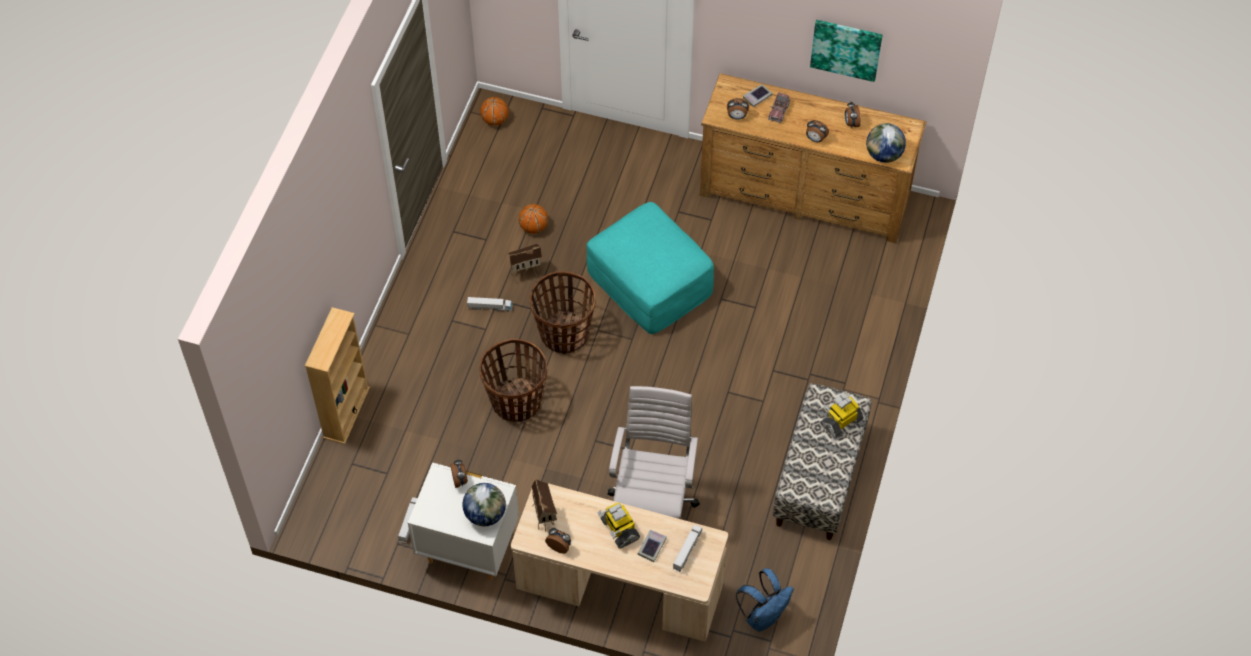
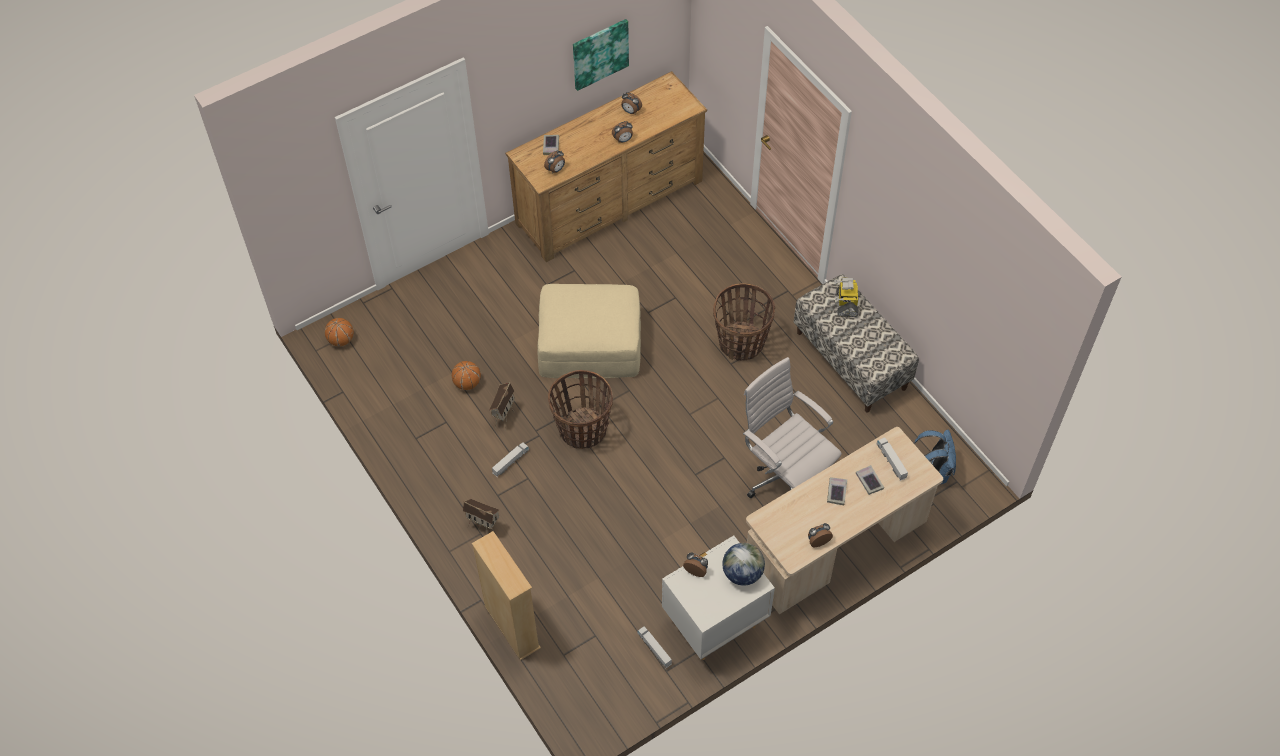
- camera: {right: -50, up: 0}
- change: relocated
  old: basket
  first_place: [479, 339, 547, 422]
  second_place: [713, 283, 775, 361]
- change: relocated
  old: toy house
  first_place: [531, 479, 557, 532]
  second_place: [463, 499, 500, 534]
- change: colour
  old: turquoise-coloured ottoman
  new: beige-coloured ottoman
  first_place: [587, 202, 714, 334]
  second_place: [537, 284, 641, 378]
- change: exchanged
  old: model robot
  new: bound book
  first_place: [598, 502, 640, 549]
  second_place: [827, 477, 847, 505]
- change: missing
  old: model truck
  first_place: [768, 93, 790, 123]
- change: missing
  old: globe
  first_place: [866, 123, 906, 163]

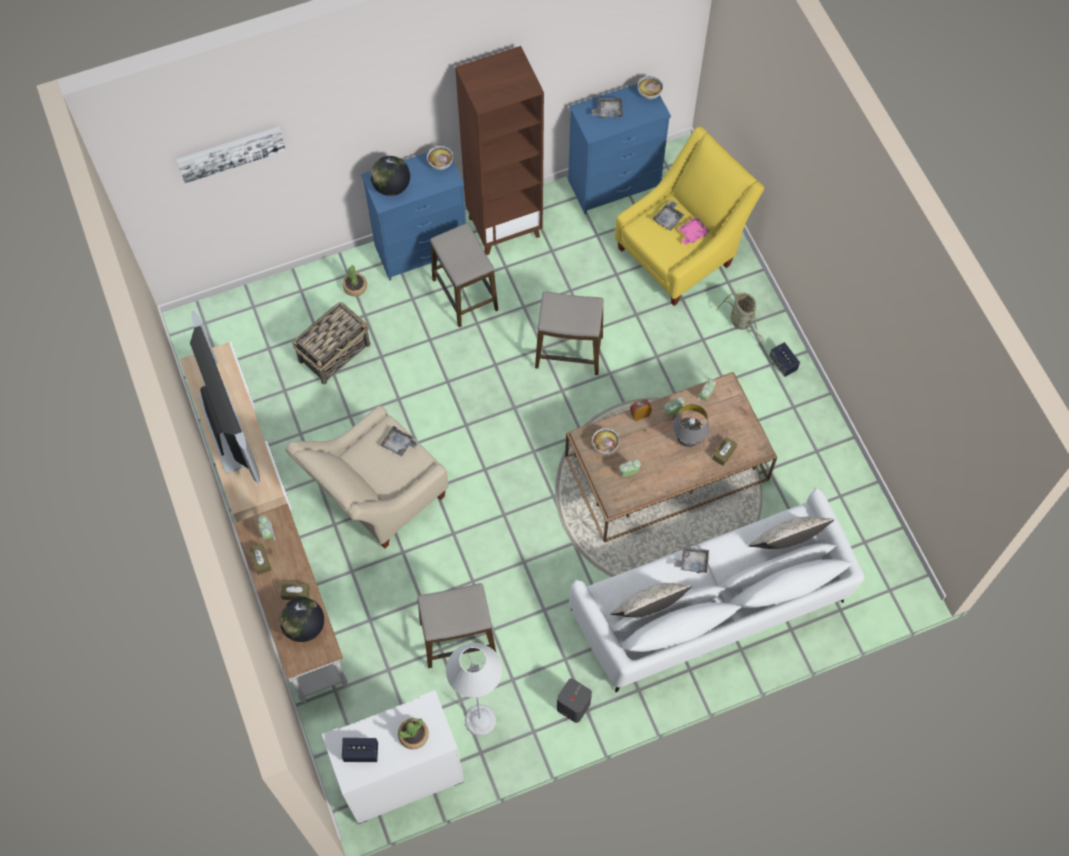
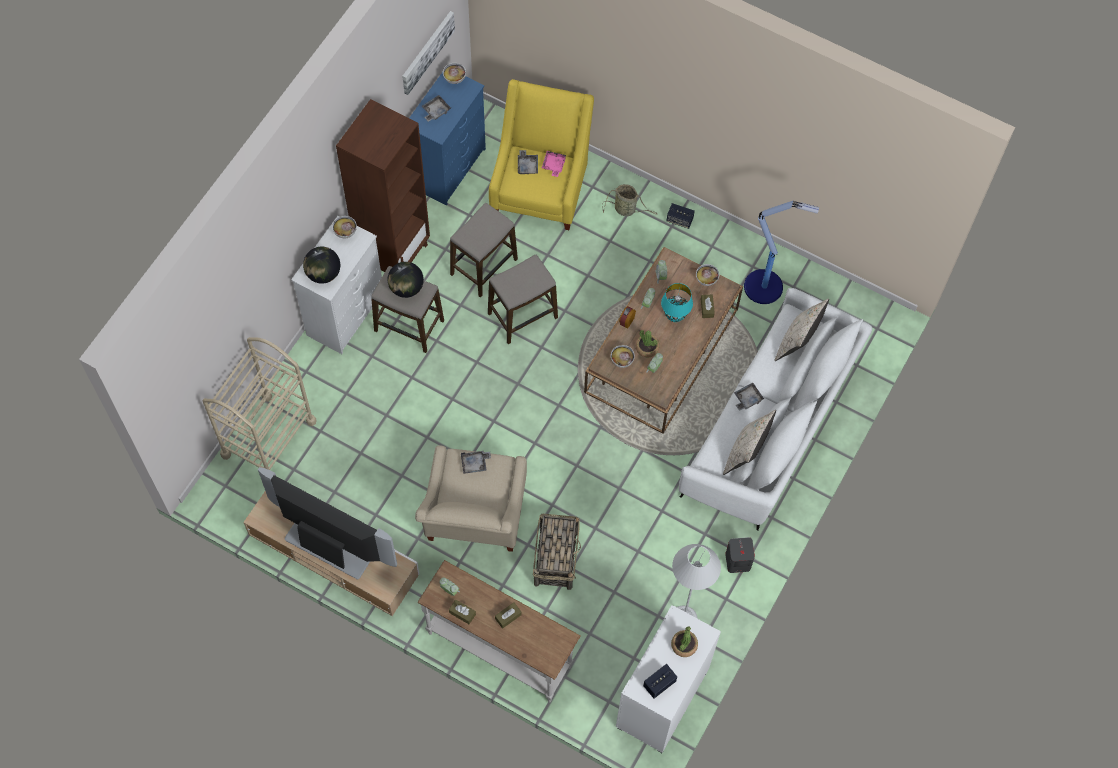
- camera: {right: -40, up: 0}
- change: relocated
  old: wall art
  first_place: [176, 126, 286, 183]
  second_place: [402, 11, 455, 95]
- change: relocated
  old: globe
  first_place: [279, 597, 324, 642]
  second_place: [388, 262, 424, 298]
- change: relocated
  old: basket
  first_place: [292, 302, 370, 385]
  second_place: [533, 514, 581, 590]
- change: relocated
  old: houseplant
  first_place: [343, 265, 367, 296]
  second_place: [636, 330, 659, 358]
- change: colour
  old: blue drawer chest
  new: whitish drawer chest
  first_place: [361, 146, 466, 281]
  second_place: [291, 216, 382, 354]
- change: relocated
  old: sitting stool
  first_place: [417, 583, 496, 668]
  second_place: [450, 203, 518, 298]
- change: colour
  old: greyish lamp for a table
  new: turquoise-coloured lamp for a table
  first_place: [673, 404, 709, 447]
  second_place: [661, 283, 693, 322]
- change: appeared
  new: beige-coloured cart
  second_place: [203, 337, 317, 470]
- change: appeared
  new: deep dish
  second_place: [696, 264, 719, 286]
- change: appeared
  new: floor lamp
  second_place: [744, 200, 819, 304]

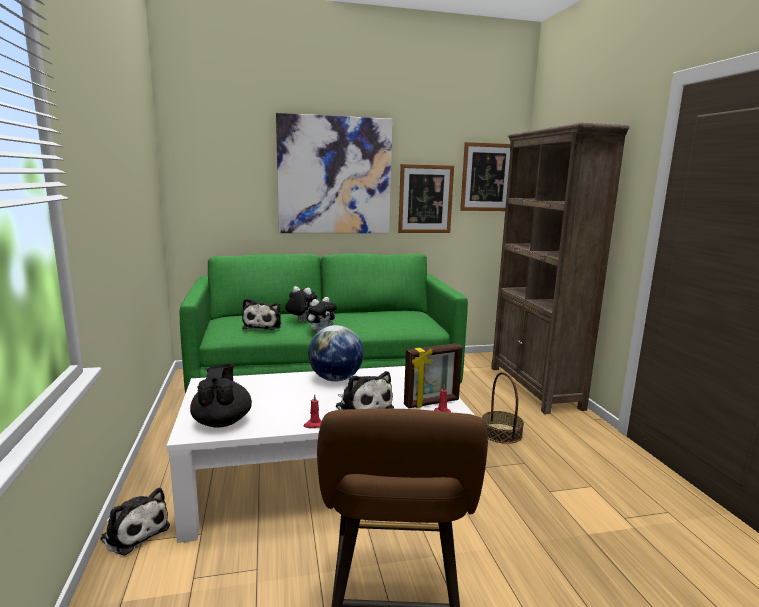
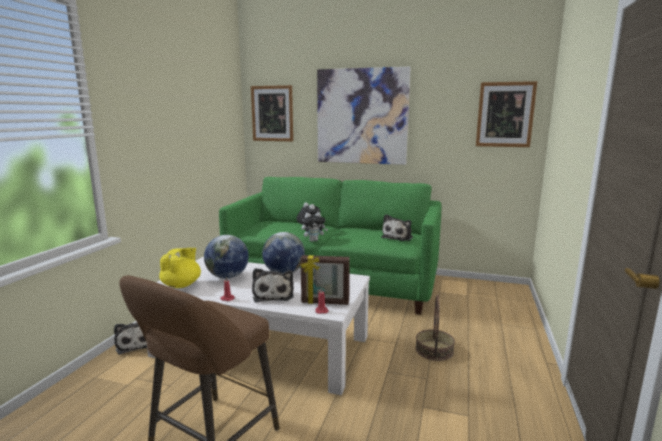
- camera: {right: 30, up: 0}
- change: colour
  old: blackish pot for tea
  new: yellowish pot for tea
  first_place: [190, 364, 252, 427]
  second_place: [159, 248, 201, 288]
- change: relocated
  old: soft toy
  first_place: [242, 298, 281, 330]
  second_place: [381, 214, 413, 241]
- change: relocated
  old: wall art
  first_place: [398, 164, 454, 233]
  second_place: [251, 85, 293, 142]
- change: missing
  old: brownish bookshelf
  first_place: [491, 123, 630, 414]
- change: appeared
  new: globe
  second_place: [204, 235, 249, 279]

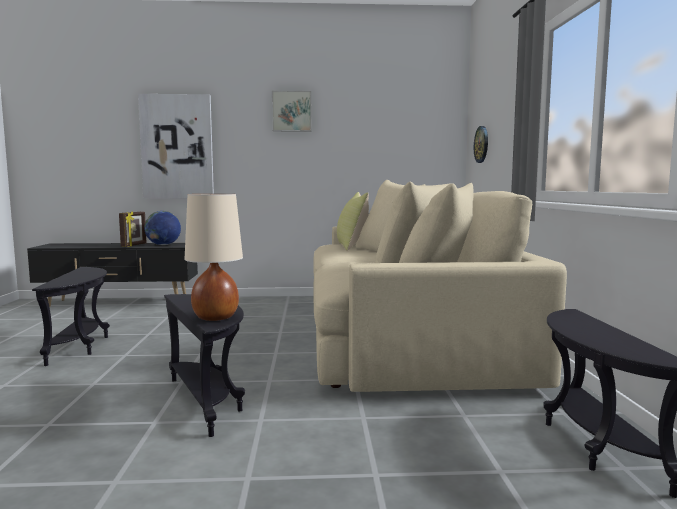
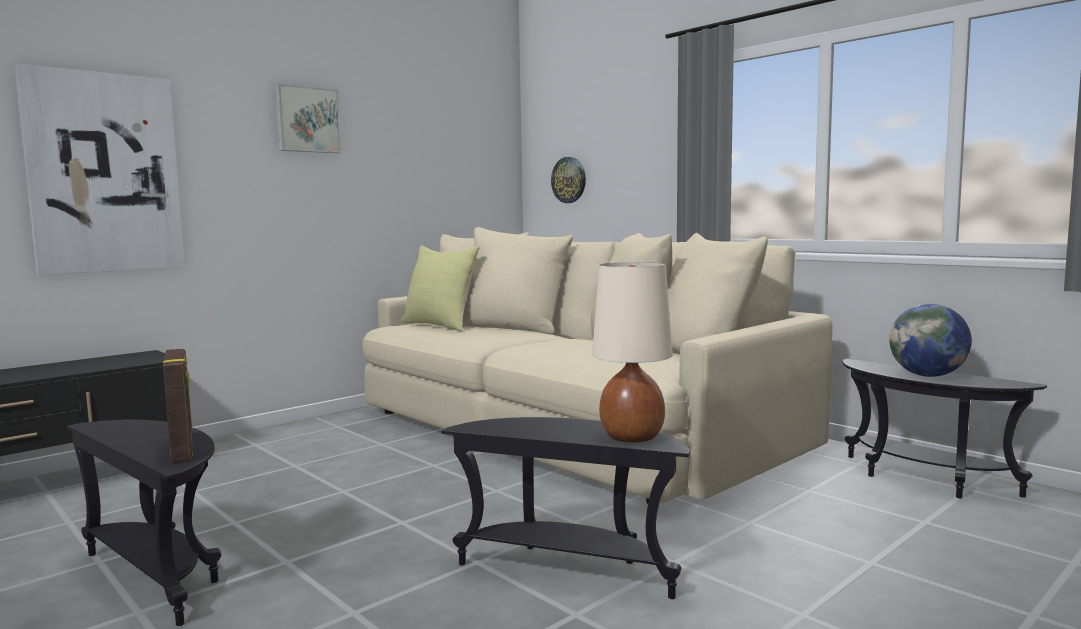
- camera: {right: -40, up: 0}
- change: relocated
  old: standing frame
  first_place: [119, 212, 147, 247]
  second_place: [163, 349, 193, 462]
- change: relocated
  old: globe
  first_place: [144, 211, 181, 245]
  second_place: [889, 304, 972, 377]

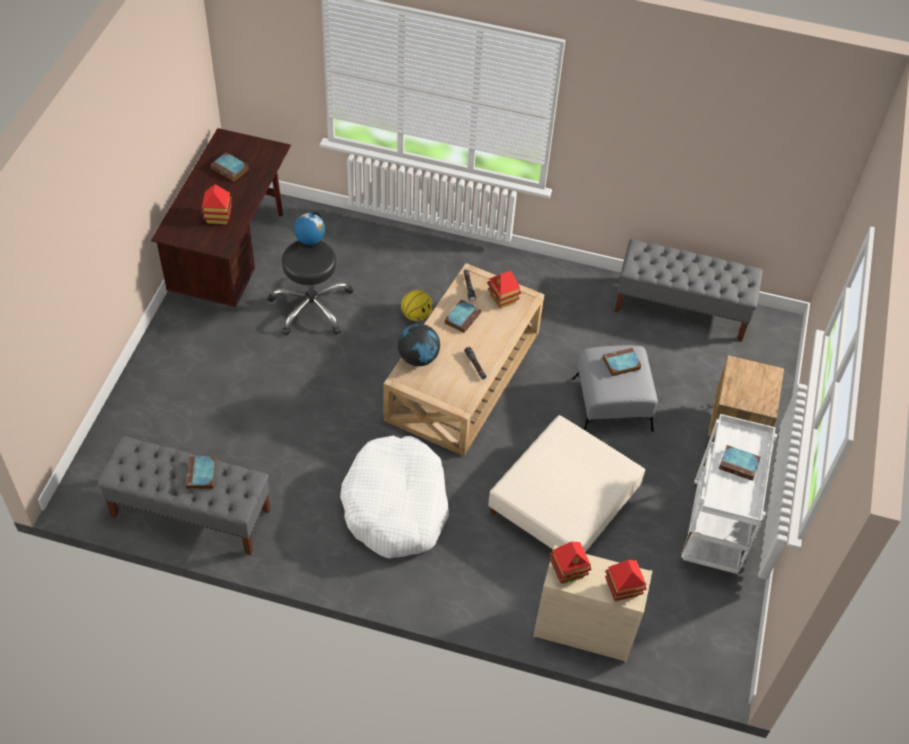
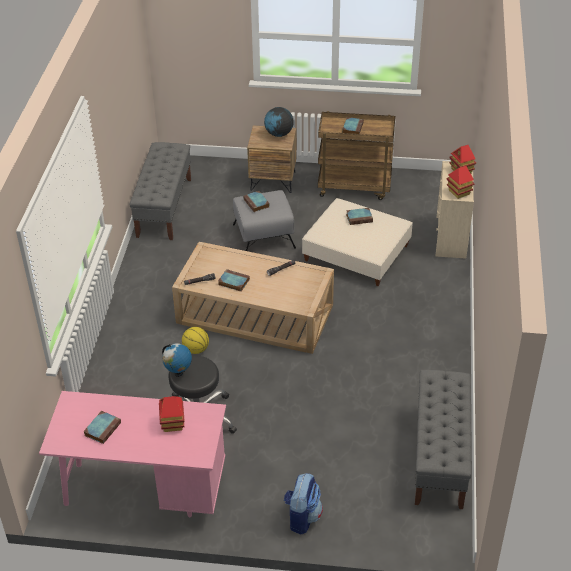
- camera: {right: -95, up: -10}
- change: colour
  old: brownish desk
  new: pinkish desk
  first_place: [151, 128, 291, 307]
  second_place: [39, 391, 226, 517]
- change: relocated
  old: bound book
  first_place: [186, 456, 216, 489]
  second_place: [346, 208, 373, 225]
- change: missing
  old: whitish pet bed
  first_place: [340, 436, 449, 559]
- change: relocated
  old: globe
  first_place: [398, 324, 440, 366]
  second_place: [264, 107, 294, 137]
- change: missing
  old: toy house
  first_place: [487, 270, 521, 309]
- change: colour
  old: whitish cart
  new: brownish cart
  first_place: [681, 414, 777, 574]
  second_place: [318, 111, 395, 200]
- change: appeared
  new: knapsack
  second_place: [284, 473, 323, 535]

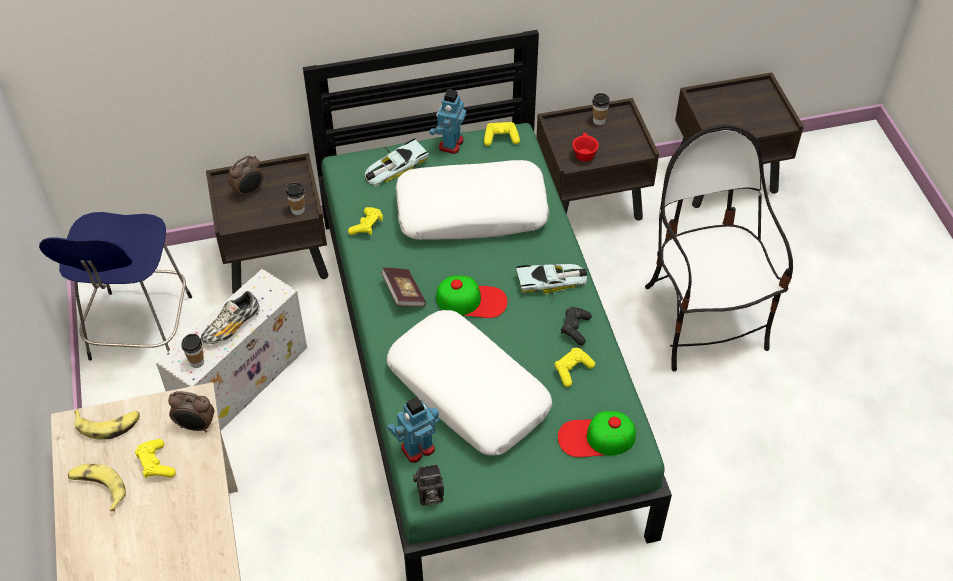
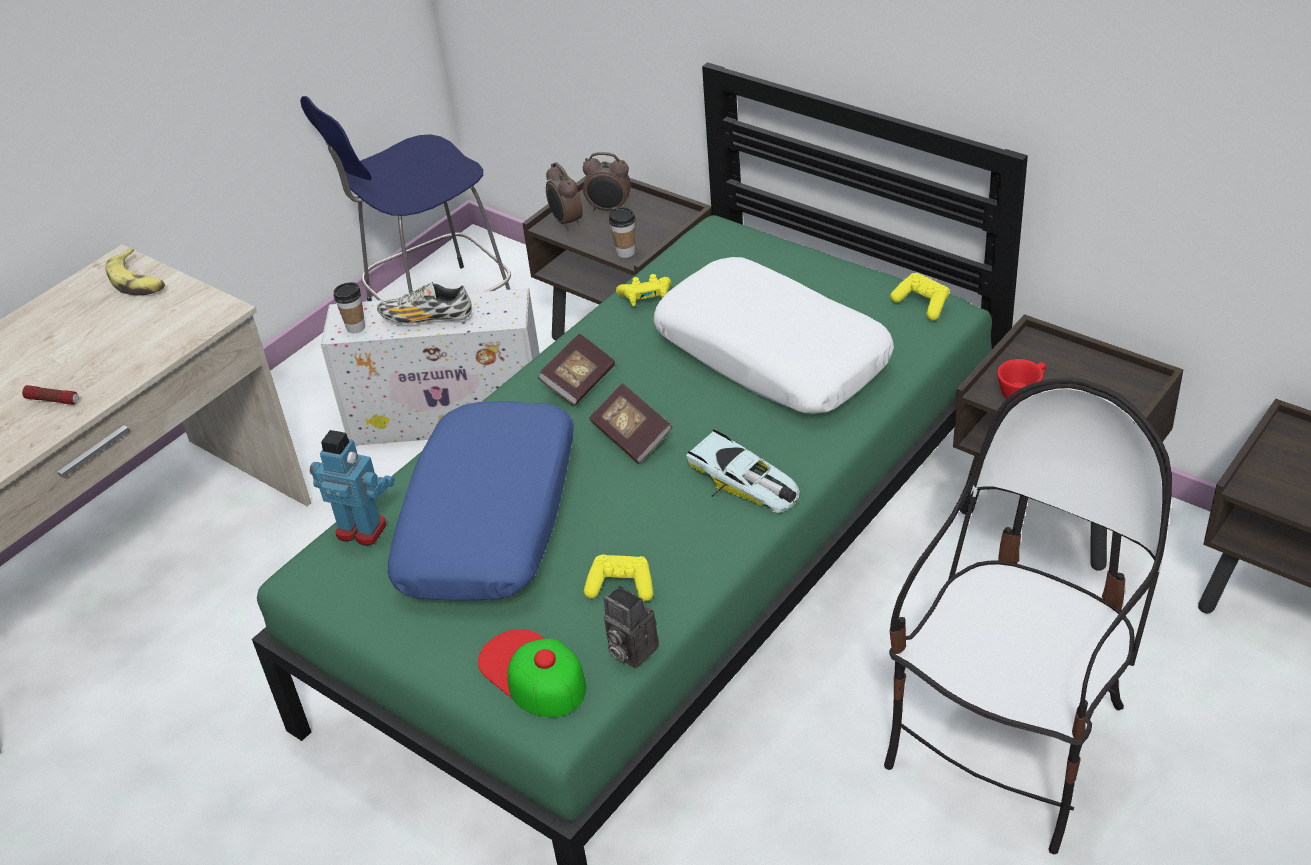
- camera: {right: 55, up: -10}
- change: missing
  old: banana fruit
  first_place: [68, 464, 126, 511]
- change: missing
  old: yellowish gamepad
  first_place: [135, 439, 176, 478]
- change: relocated
  old: table clock
  first_place: [168, 391, 214, 432]
  second_place: [546, 162, 583, 230]
- change: missing
  old: miniature car
  first_place: [364, 138, 429, 186]
- change: colour
  old: whitish cushion
  new: blue cushion
  first_place: [387, 310, 552, 455]
  second_place: [388, 402, 574, 600]
- change: relocated
  old: photo camera
  first_place: [413, 464, 444, 505]
  second_place: [604, 586, 659, 669]
- change: missing
  old: model robot
  first_place: [429, 89, 466, 154]
- change: exchanged
  old: baseball cap
  new: bound book
  first_place: [436, 276, 508, 318]
  second_place: [589, 383, 673, 464]
- change: missing
  old: blackish gamepad
  first_place: [561, 307, 592, 345]
- change: missing
  old: drinking cup
  first_place: [592, 93, 610, 125]
- change: appeared
  new: torch
  second_place: [22, 385, 79, 405]

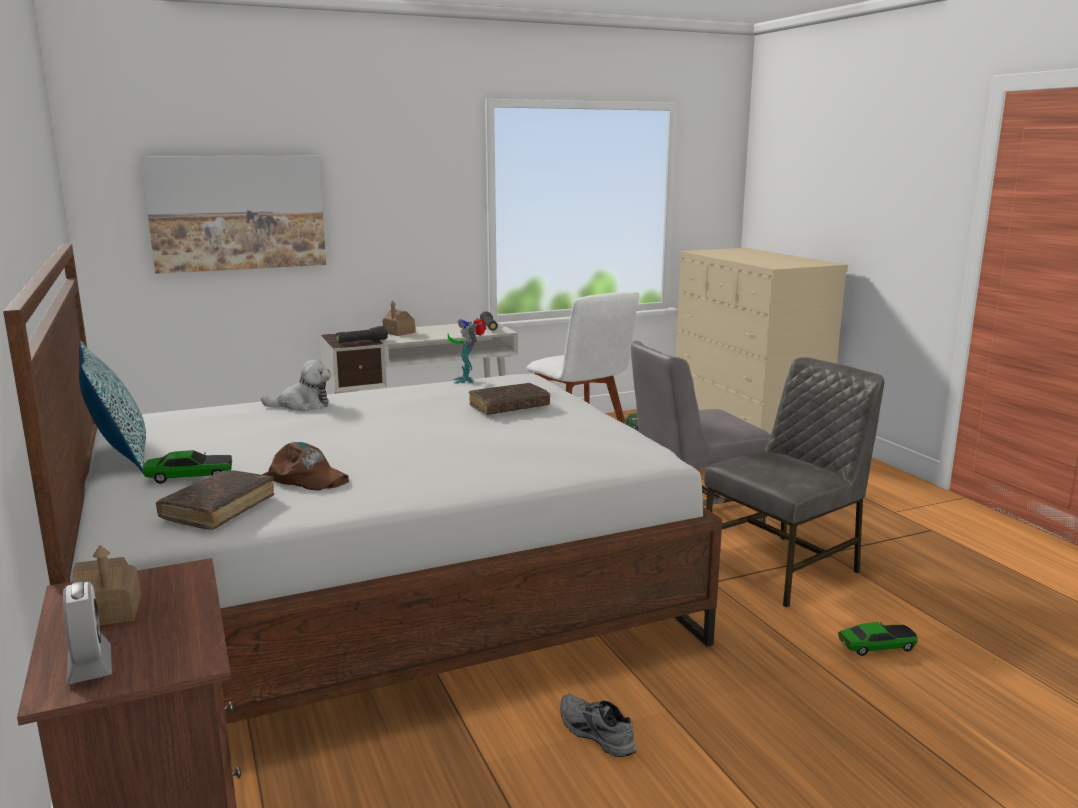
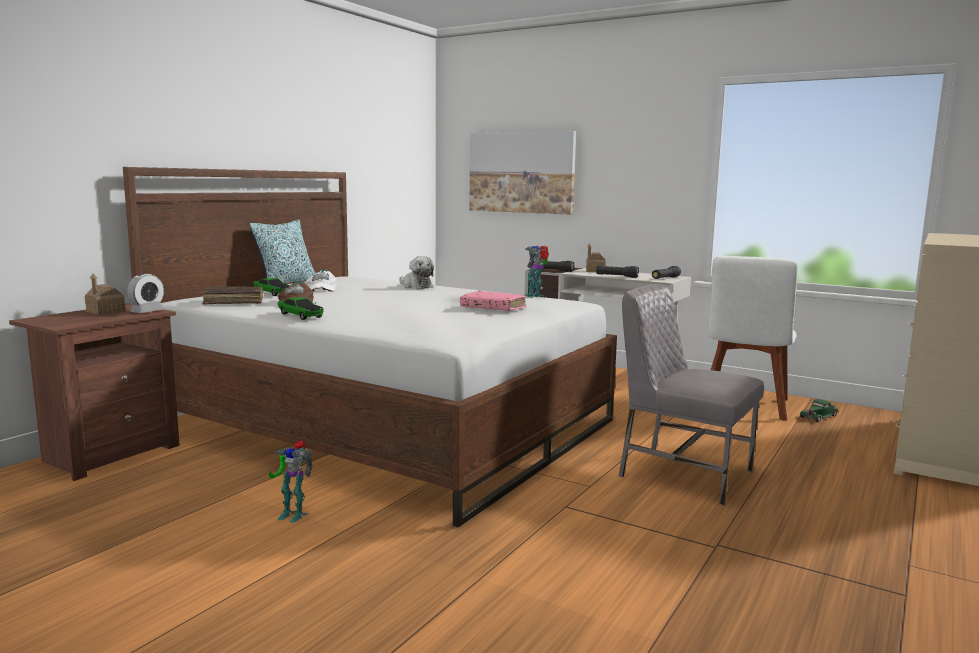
- camera: {right: 55, up: -5}
- change: relocated
  old: table clock
  first_place: [63, 581, 112, 684]
  second_place: [127, 273, 164, 313]
- change: colour
  old: brownish bound book
  new: pinkish bound book
  first_place: [469, 383, 550, 415]
  second_place: [460, 291, 526, 311]
- change: exchanged
  old: greyish shoe
  new: model robot
  first_place: [560, 694, 636, 757]
  second_place: [269, 441, 313, 523]
- change: missing
  old: greyish plain chair
  first_place: [704, 357, 884, 607]
- change: relocated
  old: miniature car
  first_place: [838, 622, 918, 656]
  second_place: [278, 297, 324, 320]
- change: appeared
  new: whitish baseball cap
  second_place: [305, 270, 337, 293]
- change: appeared
  new: blackish torch
  second_place: [596, 265, 639, 278]

